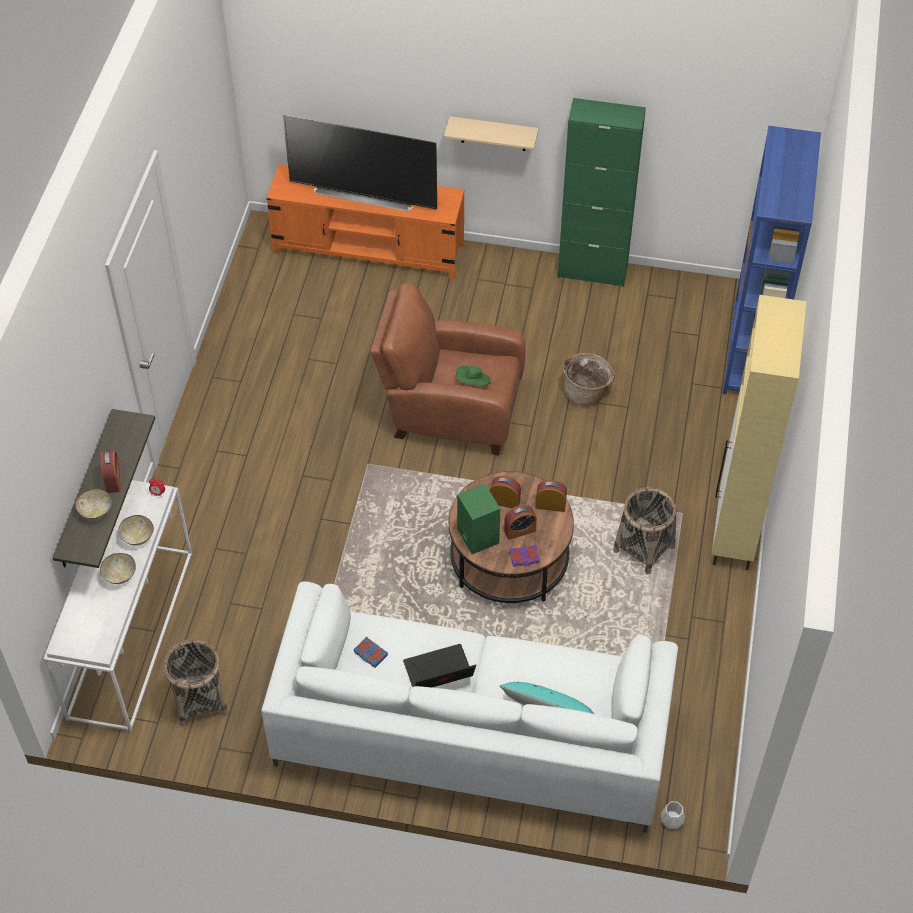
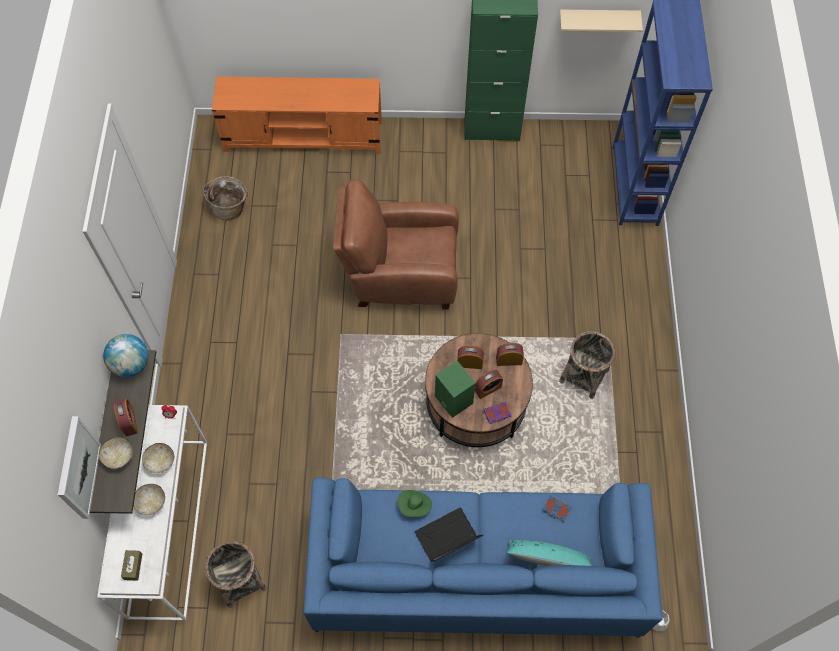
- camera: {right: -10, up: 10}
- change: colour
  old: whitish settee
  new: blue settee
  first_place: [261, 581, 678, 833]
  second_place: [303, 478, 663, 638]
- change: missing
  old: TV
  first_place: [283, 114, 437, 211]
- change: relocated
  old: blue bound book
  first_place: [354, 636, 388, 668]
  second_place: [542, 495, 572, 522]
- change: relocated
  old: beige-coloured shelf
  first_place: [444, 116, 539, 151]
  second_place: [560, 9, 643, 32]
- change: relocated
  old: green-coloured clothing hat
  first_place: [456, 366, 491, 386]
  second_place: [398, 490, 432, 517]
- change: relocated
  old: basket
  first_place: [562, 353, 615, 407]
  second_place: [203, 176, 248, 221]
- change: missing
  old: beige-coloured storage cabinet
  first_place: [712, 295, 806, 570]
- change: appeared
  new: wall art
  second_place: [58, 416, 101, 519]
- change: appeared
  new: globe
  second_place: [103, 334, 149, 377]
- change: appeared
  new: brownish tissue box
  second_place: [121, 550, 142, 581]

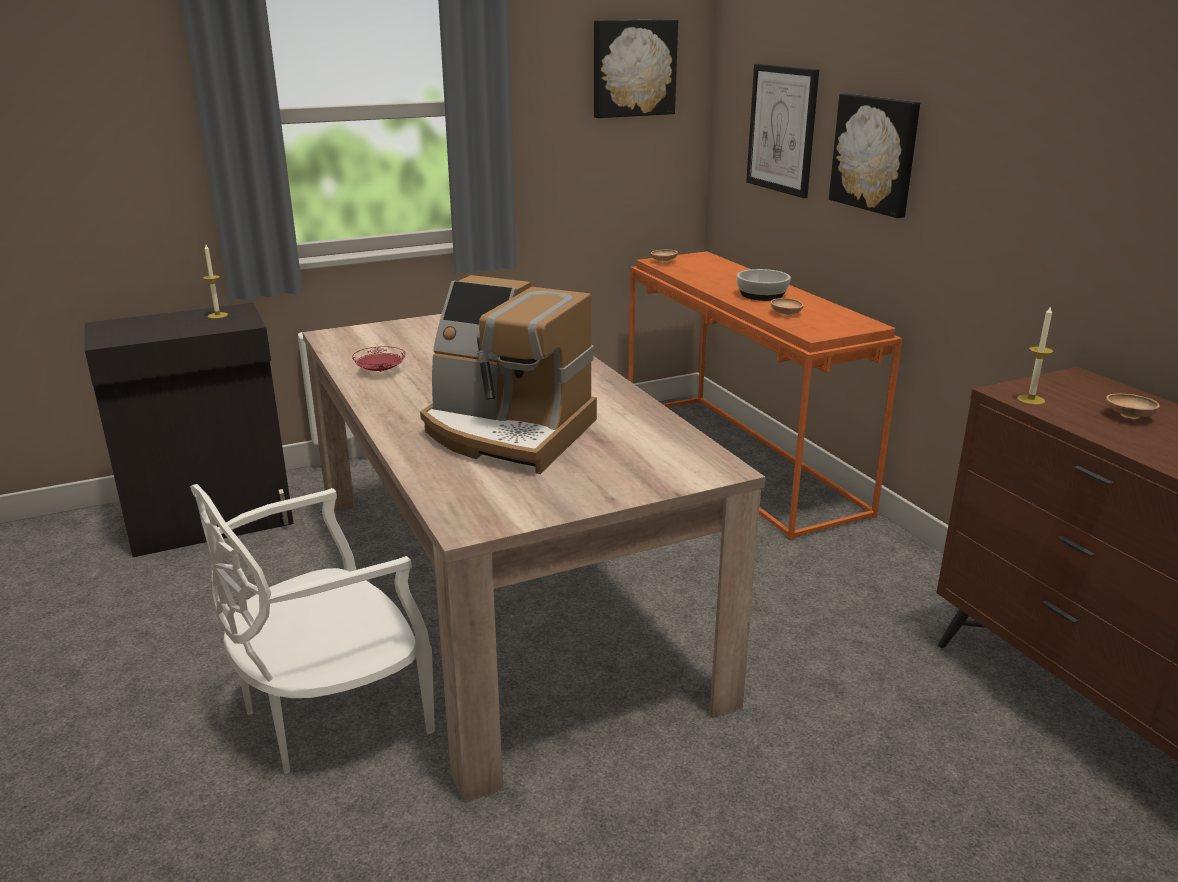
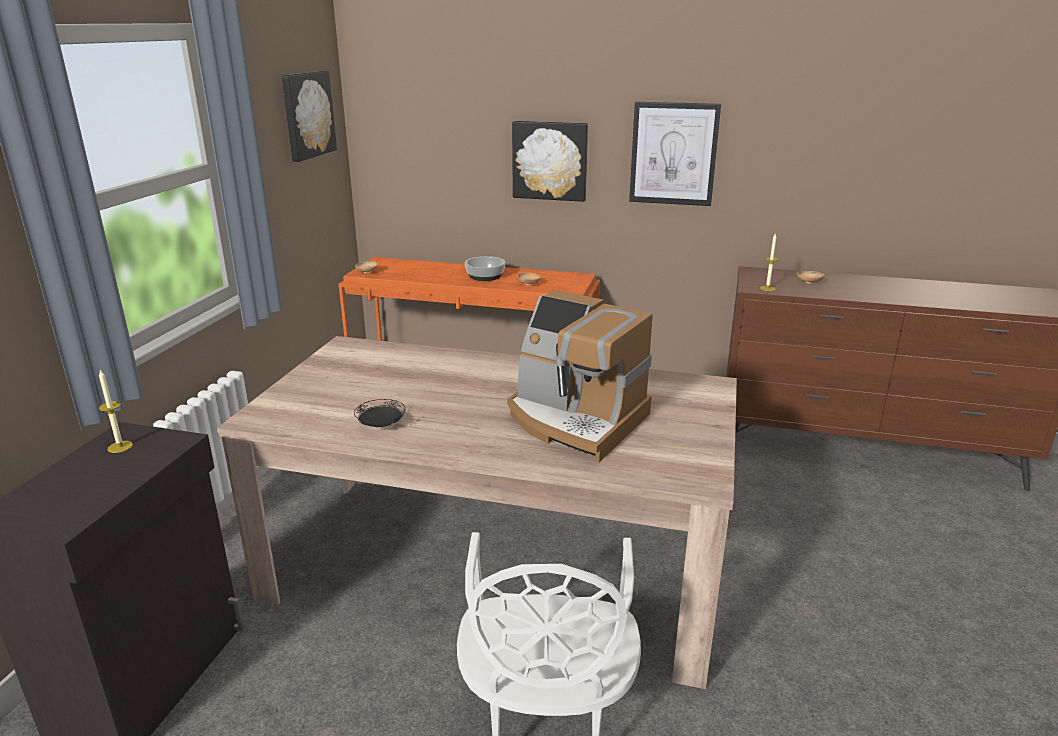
- camera: {right: -50, up: 0}
- change: colour
  old: red flat dish
  new: blackish flat dish
  first_place: [352, 346, 406, 372]
  second_place: [354, 399, 405, 427]
- change: spun
  old: coffee brewer
  first_place: [420, 275, 597, 474]
  second_place: [507, 290, 653, 463]
  degrees: 60
- change: relocated
  old: wall art
  first_place: [746, 64, 819, 198]
  second_place: [629, 102, 721, 206]

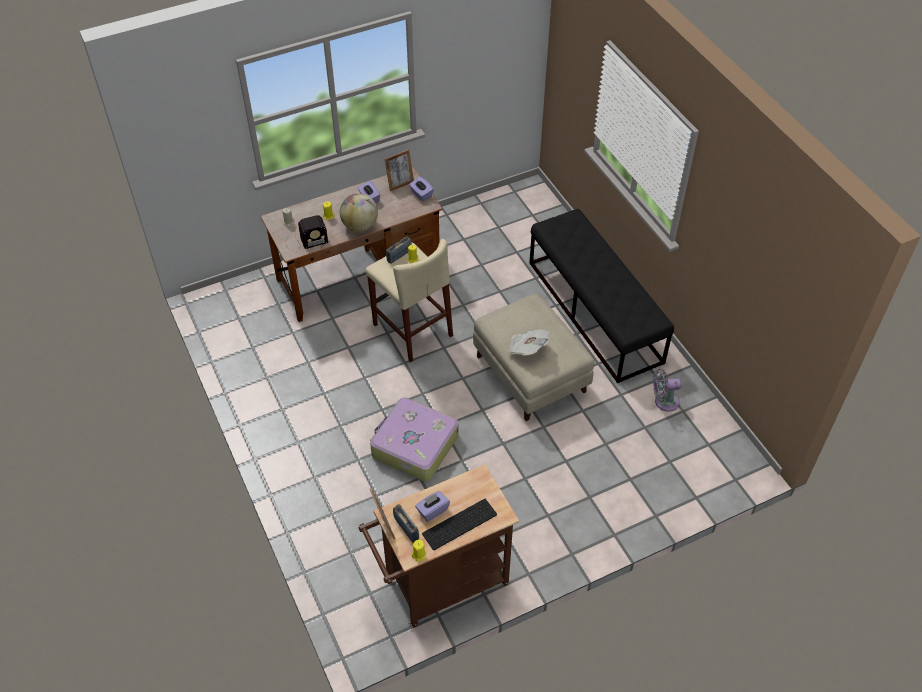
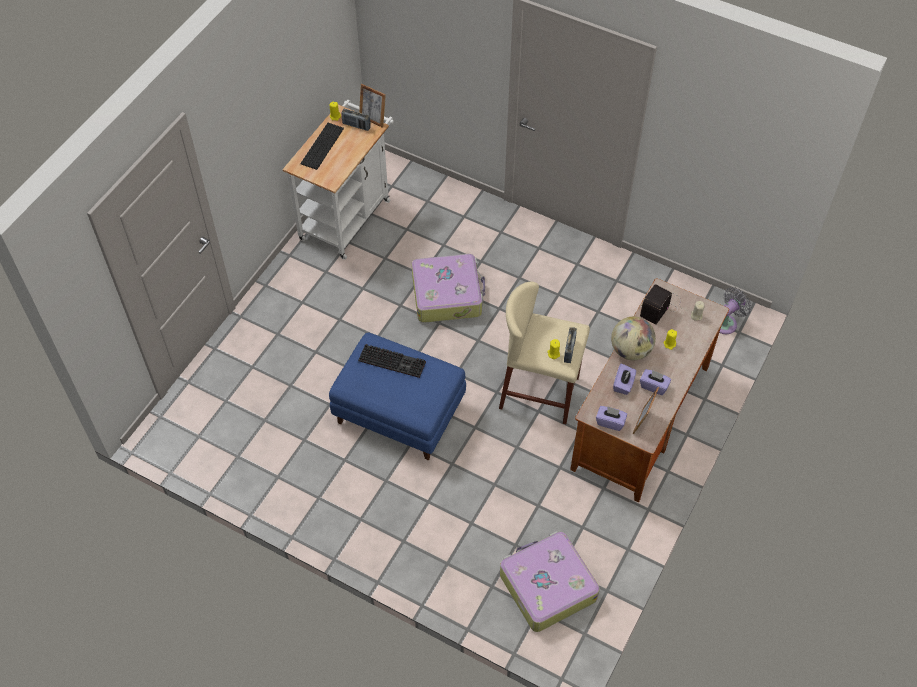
- camera: {right: 145, up: 5}
- change: colour
  old: brownish cart
  new: whitish cart
  first_place: [359, 464, 519, 627]
  second_place: [283, 100, 394, 260]
- change: relocated
  old: purple-coloured tissue box
  first_place: [415, 491, 450, 522]
  second_place: [613, 363, 636, 395]
- change: colour
  old: beige-coloured ottoman
  new: blue ottoman
  first_place: [473, 293, 594, 421]
  second_place: [329, 333, 466, 460]
- change: exchanged
  old: printed paper
  new: PC keyboard
  first_place: [508, 329, 549, 356]
  second_place: [358, 344, 426, 378]
- change: missing
  old: blackish indoor bench
  first_place: [529, 209, 674, 383]
- change: relocated
  old: greyish cooling fan
  first_place: [653, 369, 682, 412]
  second_place: [719, 287, 752, 334]
- change: appeared
  new: travel case
  second_place: [500, 531, 600, 632]

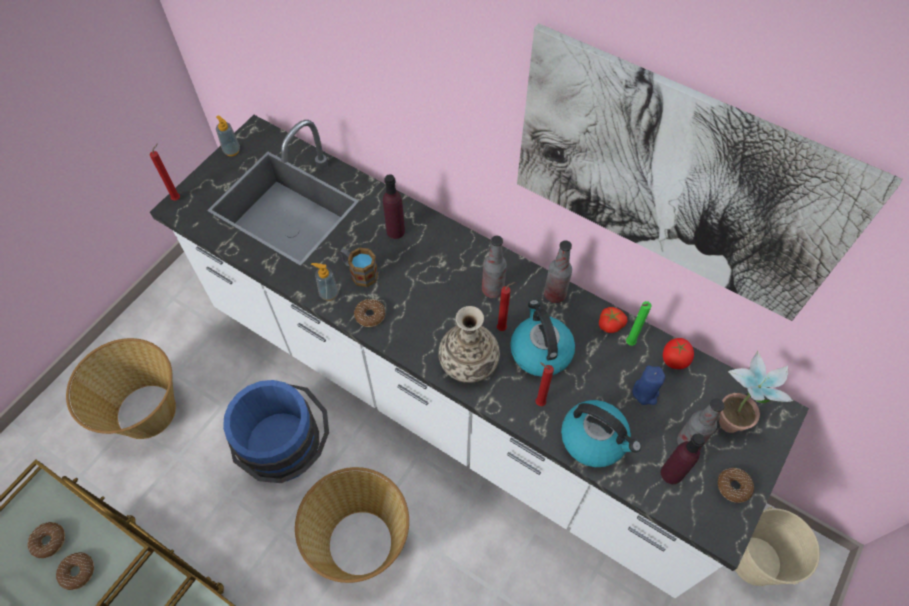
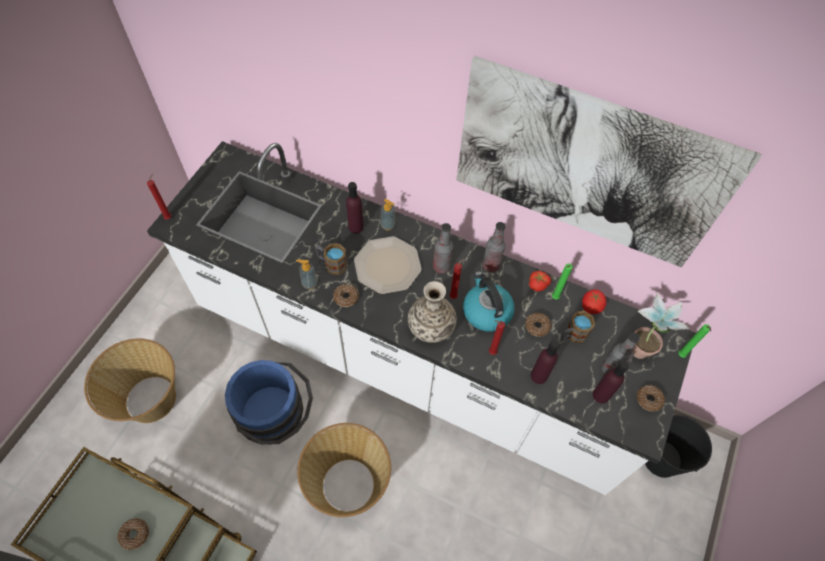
- camera: {right: -10, up: 0}
- change: relocated
  old: donut
  first_place: [28, 522, 65, 558]
  second_place: [525, 313, 551, 337]
- change: relocated
  old: liquid soap bottle
  first_place: [216, 115, 240, 156]
  second_place: [380, 199, 395, 230]
- change: exchanged
  old: tea kettle
  new: purple-coloured drink bottle
  first_place: [561, 400, 641, 467]
  second_place: [531, 340, 560, 384]
- change: exchanged
  old: blue wax light
  new: tea mug
  first_place: [633, 366, 665, 405]
  second_place: [561, 311, 595, 343]
- change: colour
  old: beige-coloured water bucket
  new: blackish water bucket
  first_place: [735, 507, 820, 586]
  second_place: [645, 415, 712, 478]
- change: appeared
  new: flat dish
  second_place: [354, 236, 422, 294]
- change: appeared
  new: green-coloured wax light
  second_place: [678, 324, 711, 358]

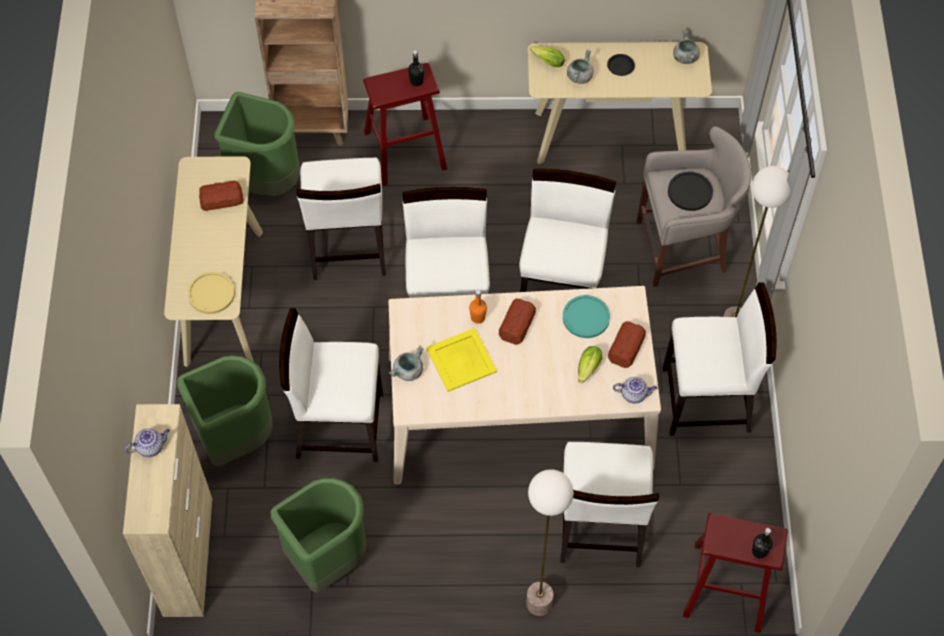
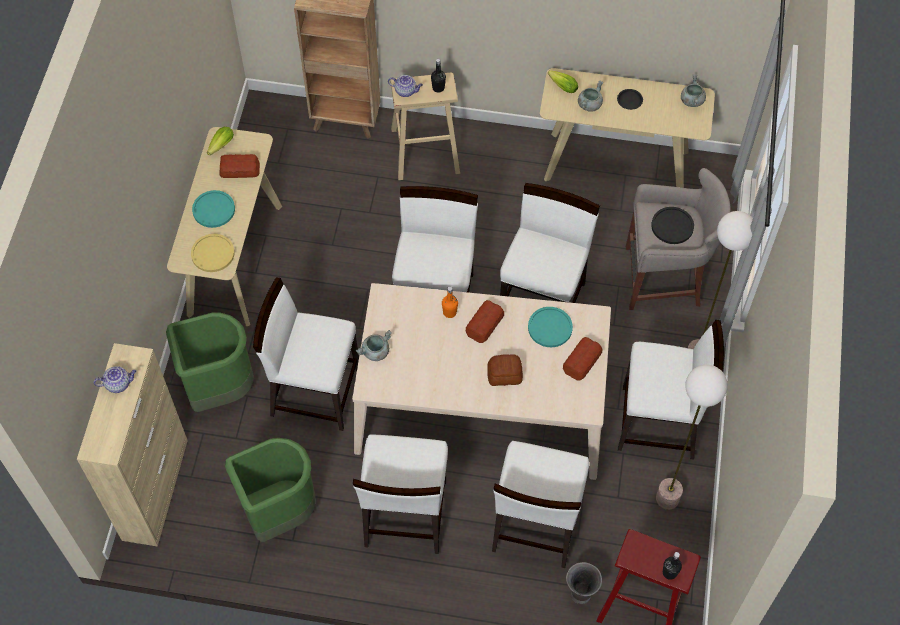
- camera: {right: 10, up: 0}
- change: missing
  old: green-coloured trash can
  first_place: [214, 92, 300, 196]
- change: relocated
  old: whitish plain chair
  first_place: [297, 158, 386, 280]
  second_place: [353, 434, 448, 554]
- change: colour
  old: red sitting stool
  new: beige-coloured sitting stool
  first_place: [363, 63, 447, 186]
  second_place: [390, 73, 460, 180]
- change: missing
  old: yellowish serving tray
  first_place: [426, 328, 497, 392]
- change: relocated
  old: floor lamp
  first_place: [526, 469, 574, 616]
  second_place: [656, 365, 728, 510]
- change: relocated
  old: head of lettuce
  first_place: [578, 346, 602, 383]
  second_place: [207, 127, 234, 155]
- change: relocated
  old: pot for tea
  first_place: [613, 377, 657, 403]
  second_place: [388, 75, 423, 97]
- change: appeared
  new: turquoise-coloured flat dish
  second_place: [192, 190, 235, 228]
- change: appeared
  new: baked bread
  second_place: [487, 354, 523, 386]
- change: appeared
  new: greyish decorative vase
  second_place: [566, 562, 602, 604]

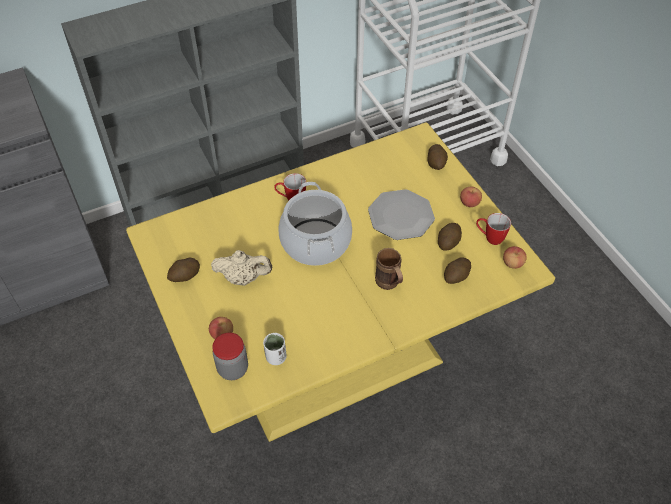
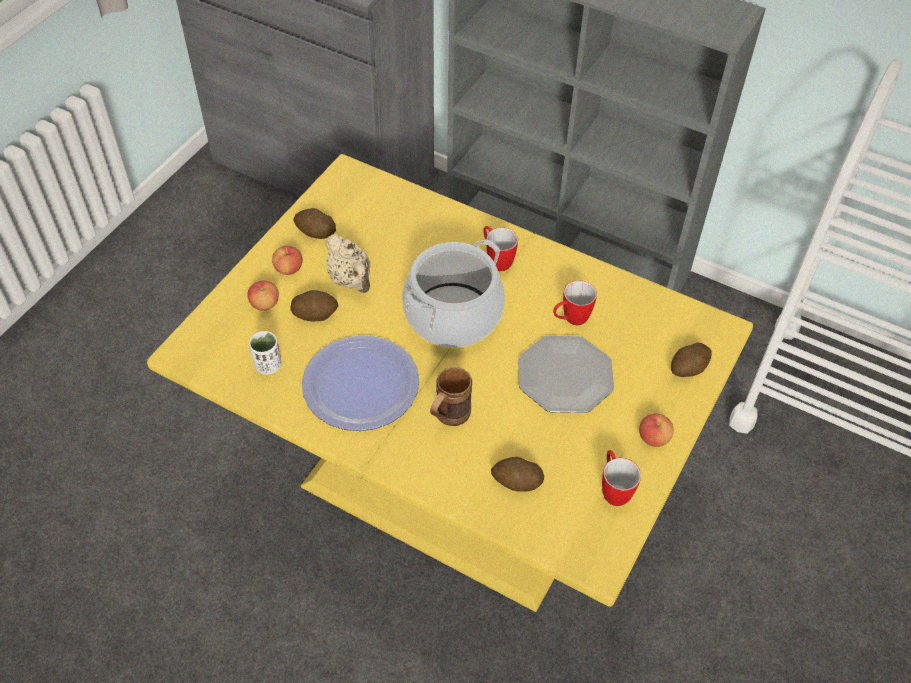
- camera: {right: 55, up: 0}
- change: missing
  old: preserve jar
  first_place: [212, 333, 248, 380]
- change: relocated
  old: potato
  first_place: [438, 223, 462, 251]
  second_place: [290, 290, 338, 322]
- change: relocated
  old: whole apple
  first_place: [503, 246, 527, 269]
  second_place: [272, 246, 302, 275]
- change: appeared
  new: flat dish
  second_place: [302, 335, 419, 431]
- change: appeared
  new: tea mug
  second_place: [553, 281, 597, 325]

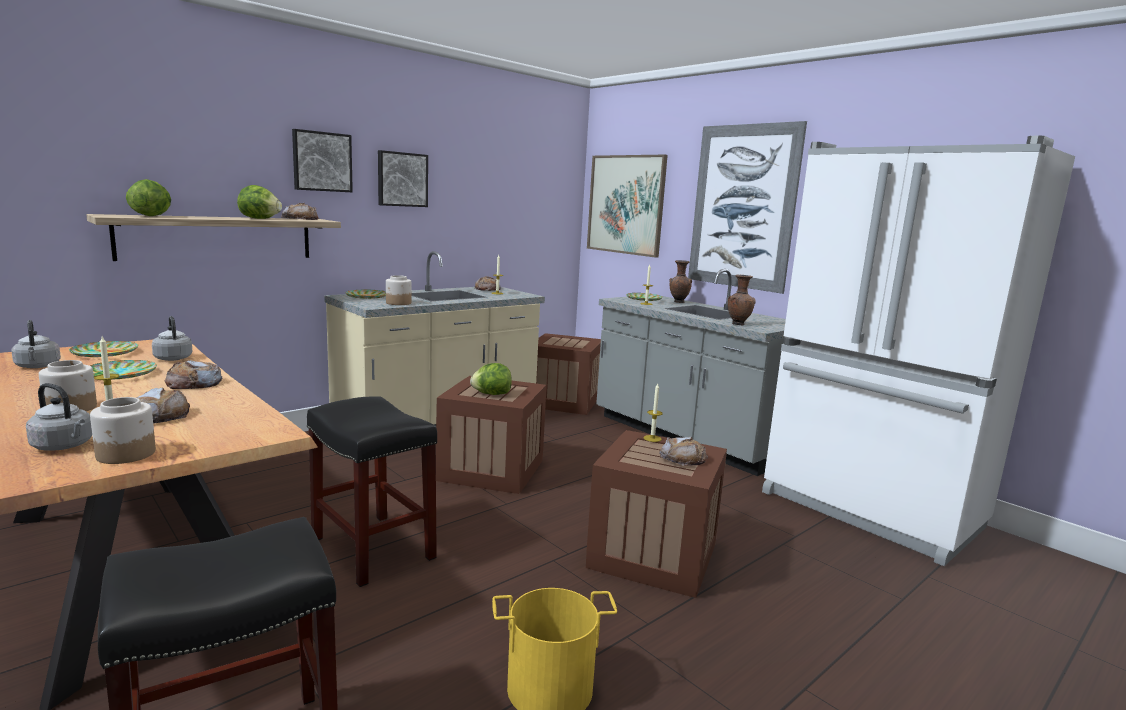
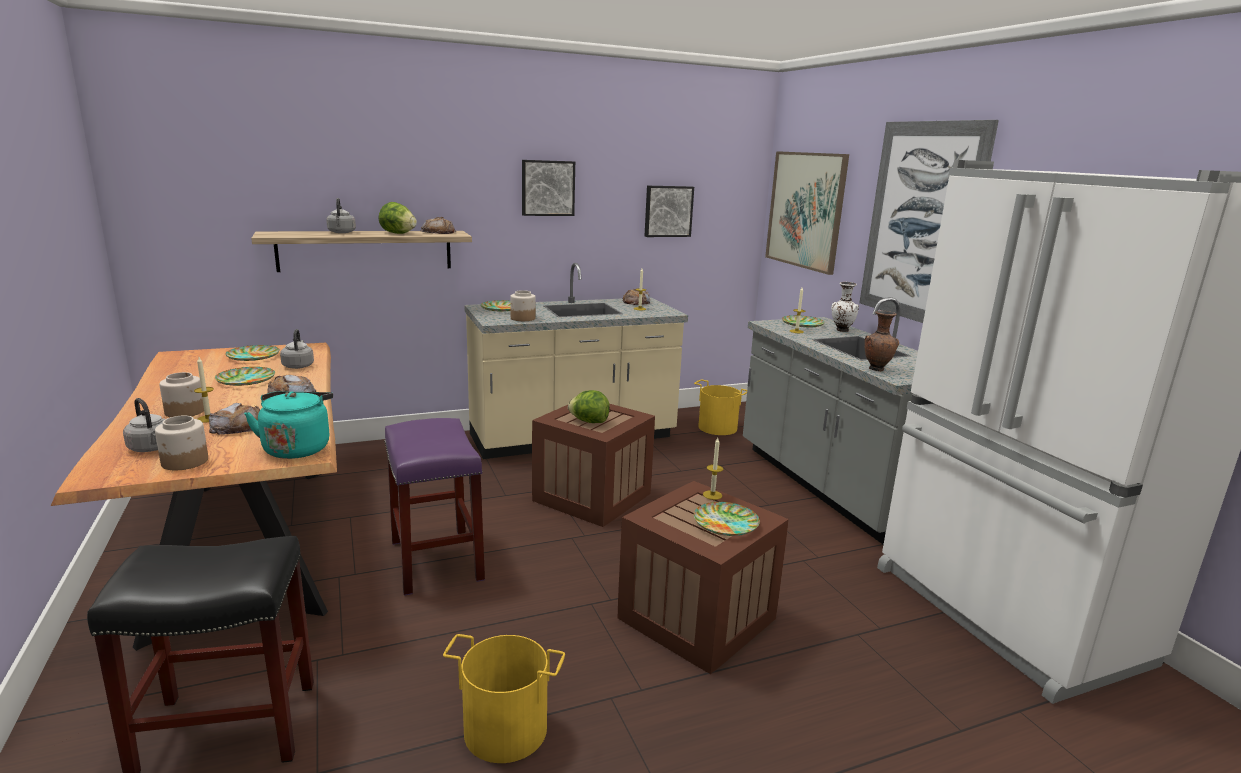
- camera: {right: 20, up: 5}
- change: relocated
  old: greyish tea kettle
  first_place: [11, 320, 61, 368]
  second_place: [326, 198, 356, 233]
- change: missing
  old: head of lettuce
  first_place: [126, 179, 171, 216]
- change: relocated
  old: wall art
  first_place: [292, 129, 353, 192]
  second_place: [644, 186, 694, 237]
- change: colour
  old: blackish sitting stool
  new: purple-coloured sitting stool
  first_place: [307, 396, 437, 587]
  second_place: [384, 418, 485, 596]
- change: exchanged
  old: shipping crate
  new: yellowish water bucket
  first_place: [536, 333, 601, 415]
  second_place: [694, 380, 747, 435]
- change: exchanged
  old: baked bread
  new: flat dish
  first_place: [659, 437, 708, 466]
  second_place: [694, 502, 760, 536]
- change: colour
  old: brownish decorative vase
  new: whitish decorative vase
  first_place: [669, 260, 692, 303]
  second_place: [831, 282, 859, 332]
- change: appeared
  new: turquoise-coloured tea kettle
  second_place: [244, 392, 333, 459]

